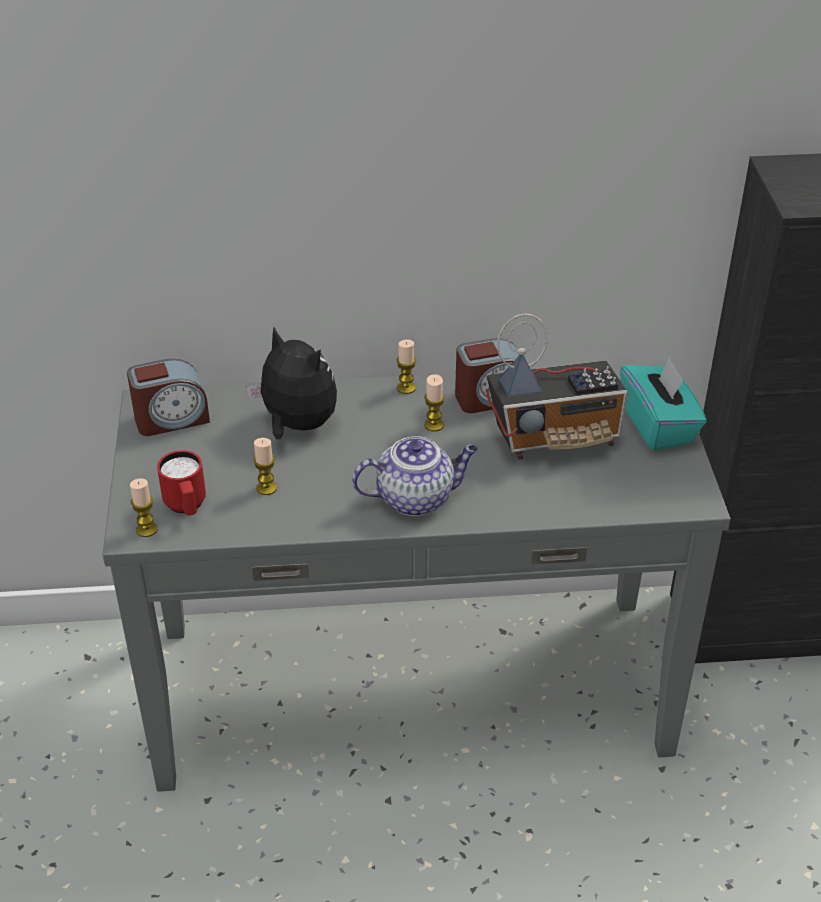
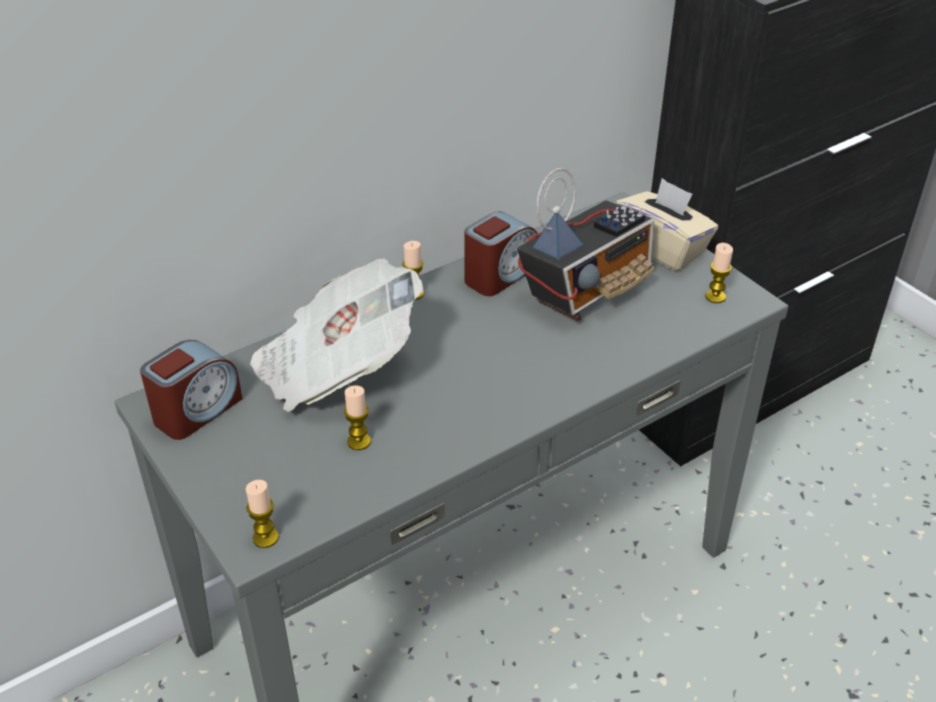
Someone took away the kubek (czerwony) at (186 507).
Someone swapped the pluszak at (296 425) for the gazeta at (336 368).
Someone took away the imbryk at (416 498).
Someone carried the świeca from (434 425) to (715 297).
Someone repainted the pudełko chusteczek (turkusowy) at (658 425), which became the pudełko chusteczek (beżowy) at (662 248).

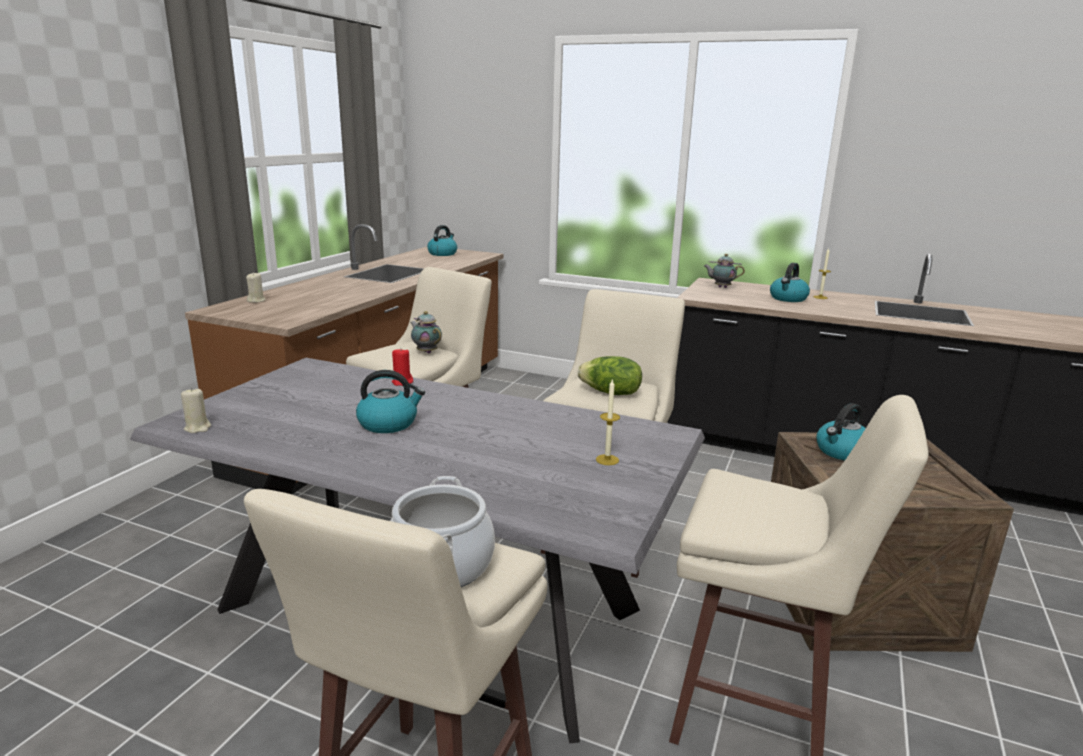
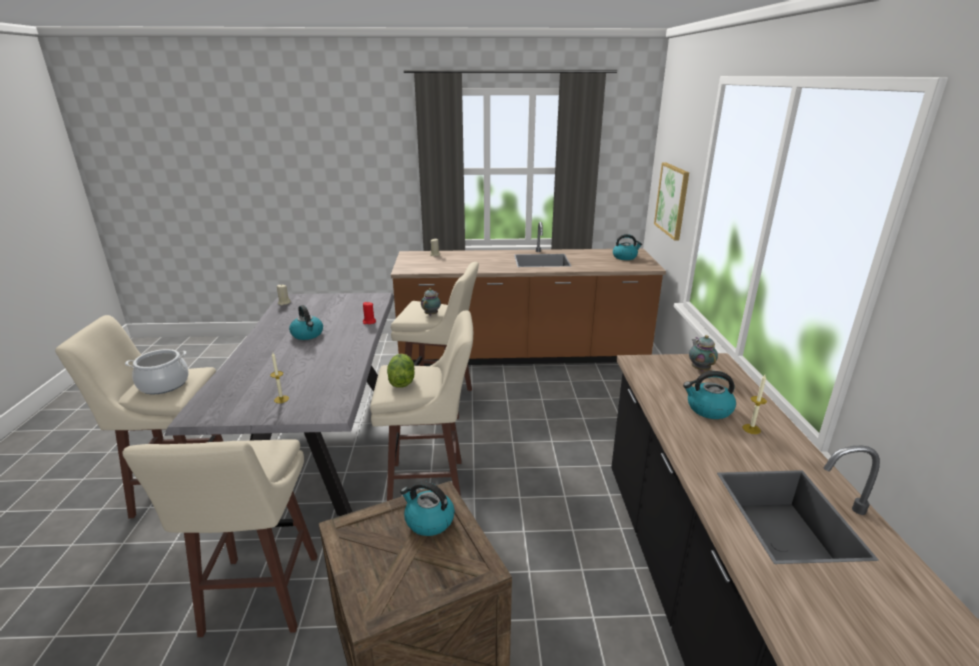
Someone put up the obraz at (672 200).

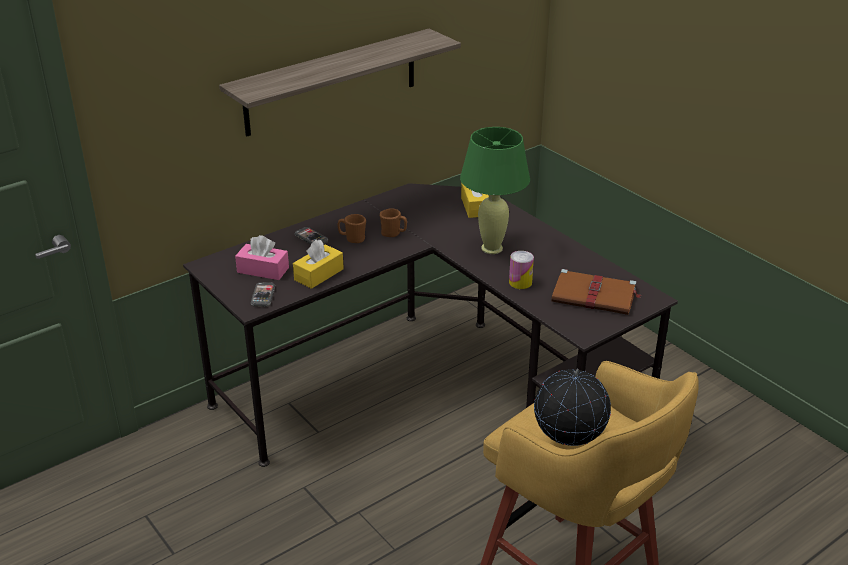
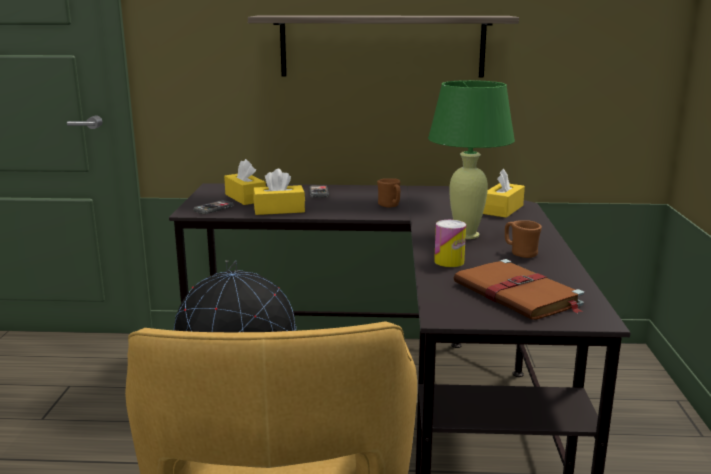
Someone repainted the pudełko chusteczek (różowy) at (263 270), which became the pudełko chusteczek (żółty) at (245 198).
Someone carried the kubek (brązowy) from (352 239) to (520 253).

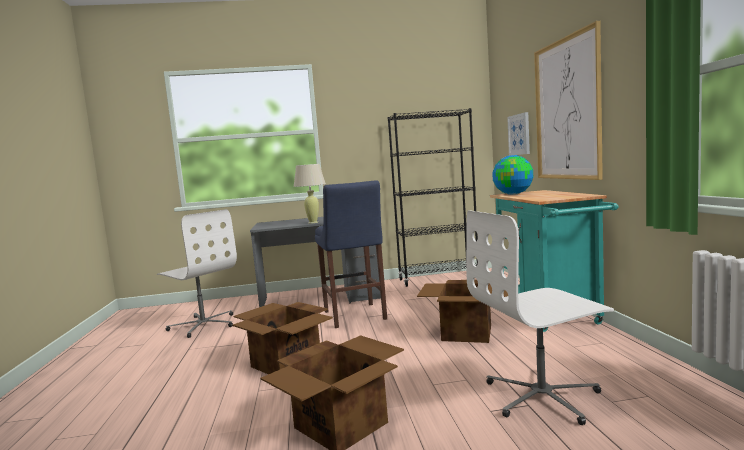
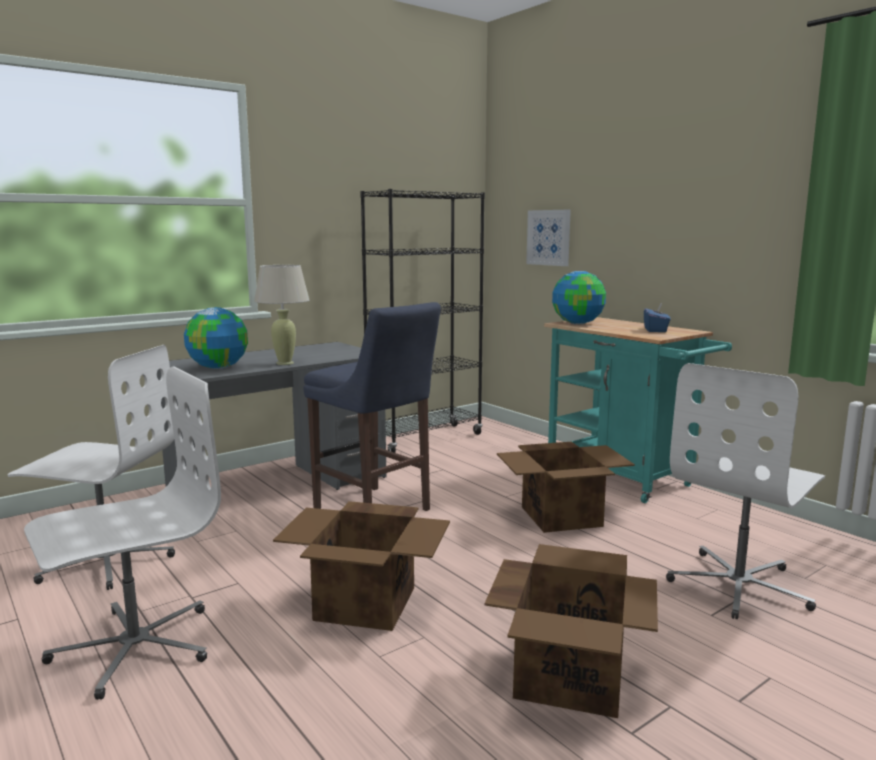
Someone took away the obraz at (567 109).
Someone put down the krzesło biurowe (biały) at (134 646).
Someone put down the globus at (218 367).
Someone put down the pudełko chusteczek (niebieski) at (655 330).

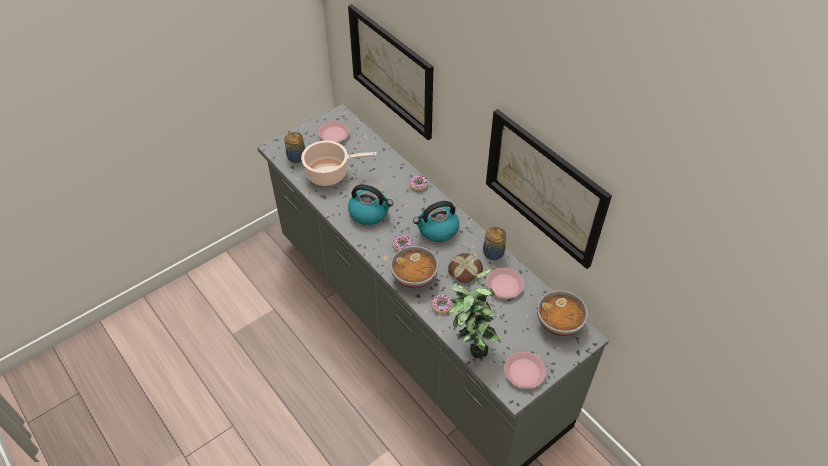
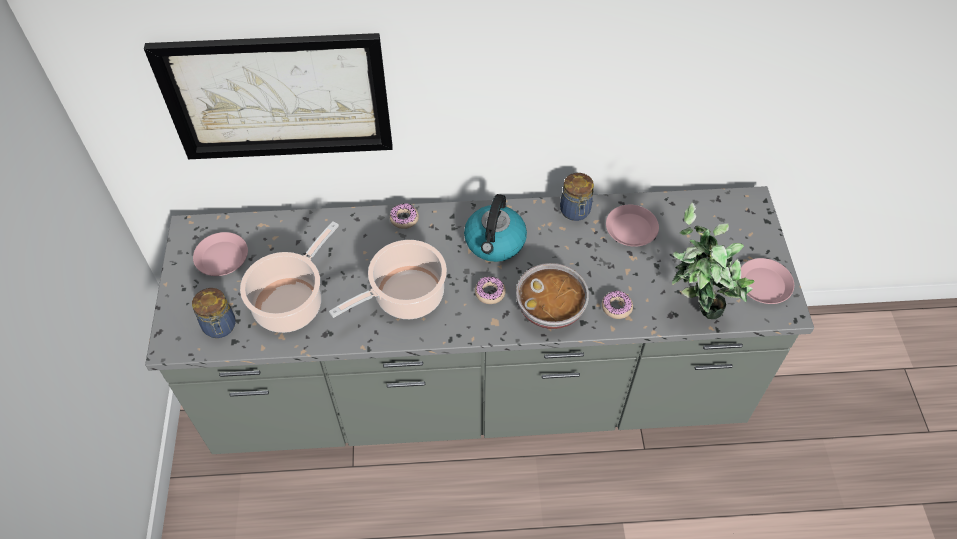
Someone swapped the czajnik at (369 213) for the garnek at (405 297).
Someone took away the chleb at (464 270).
Someone took away the obraz at (544 187).
Someone took away the miska at (559 323).

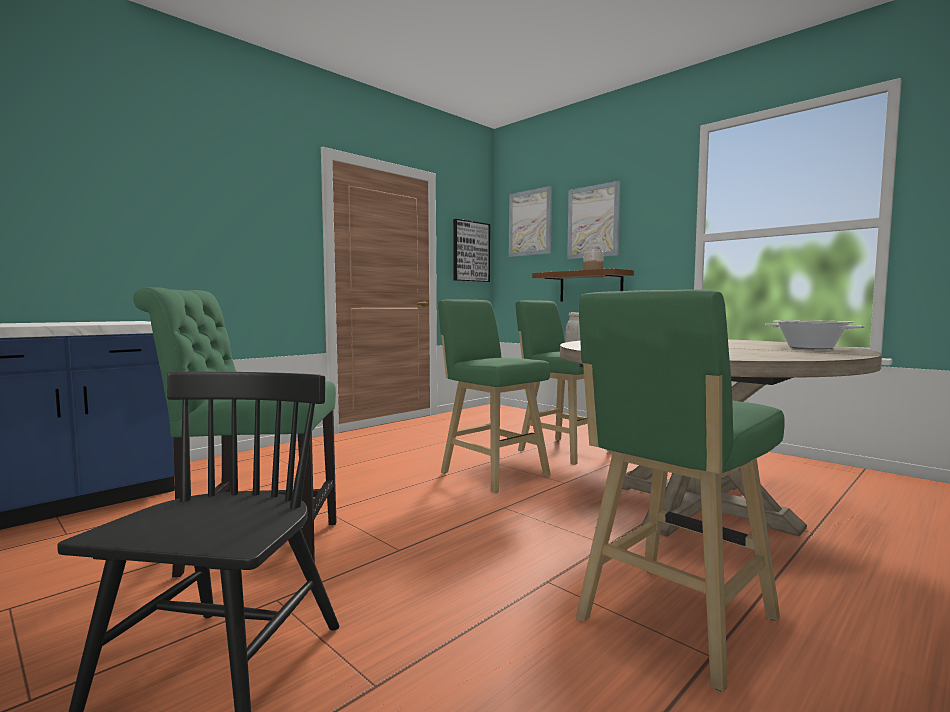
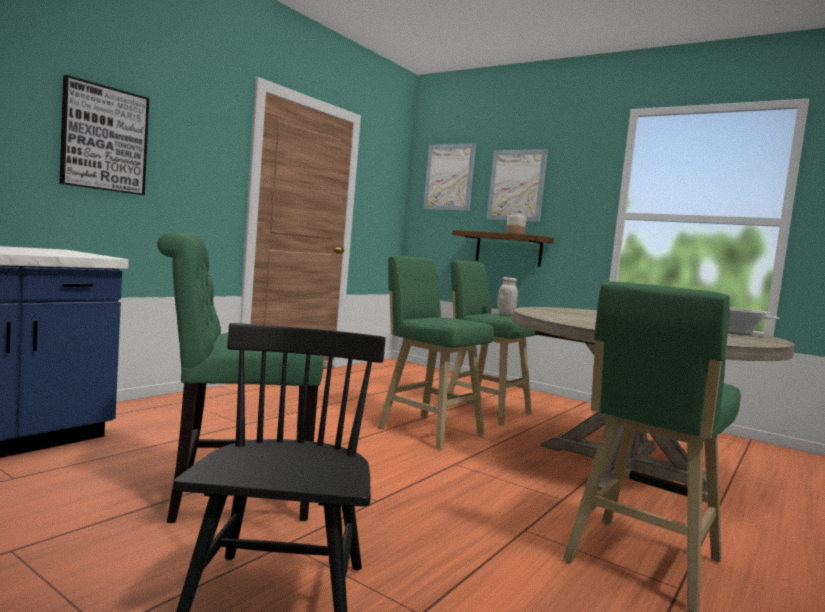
Someone carried the obraz from (470 251) to (104 139).

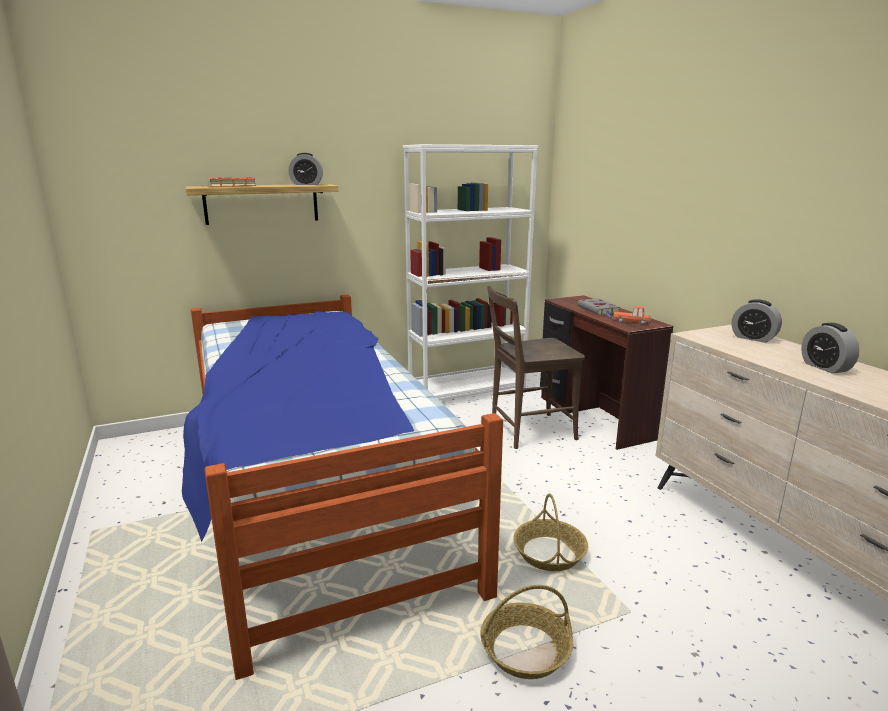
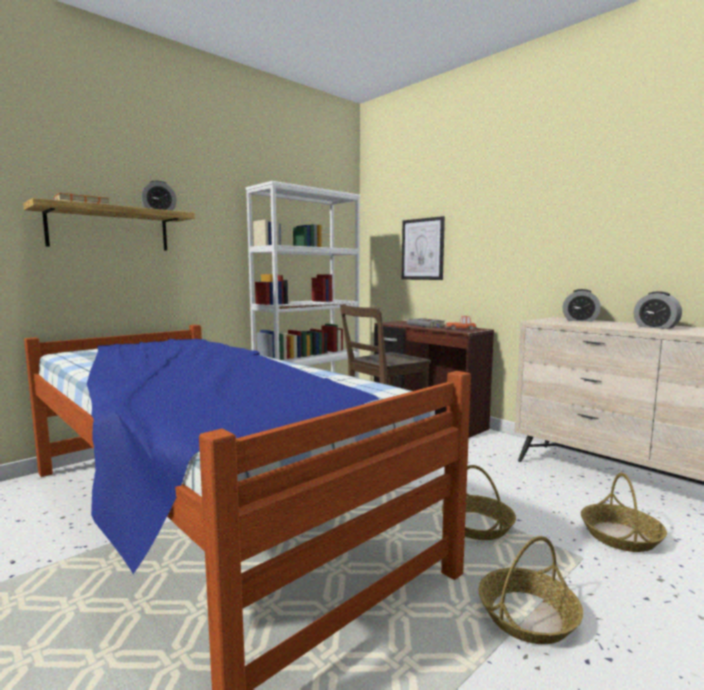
Someone put up the obraz at (422 249).
Someone put down the koszyk at (621 536).

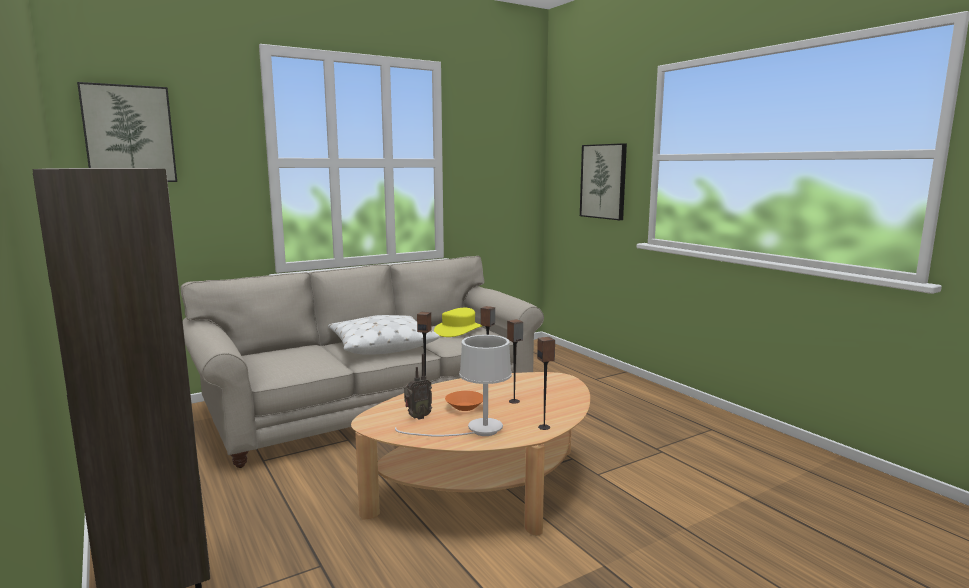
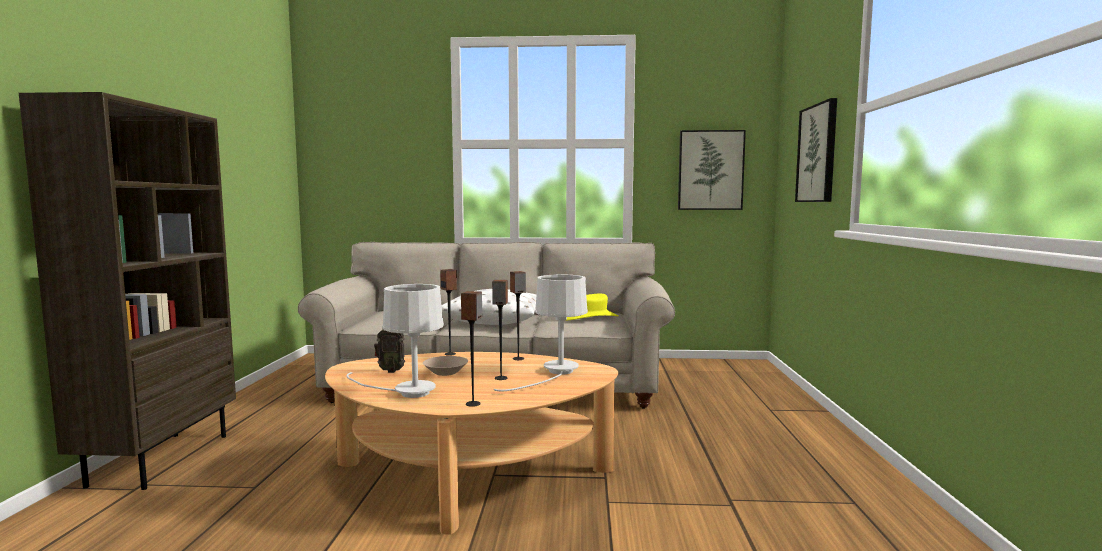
Someone carried the obraz from (129 134) to (710 170).
Someone repainted the miska (pomarańczowy) at (465 408), which became the miska (beżowy) at (446 373).
Someone put down the lampa stołowa (biały) at (556 373).

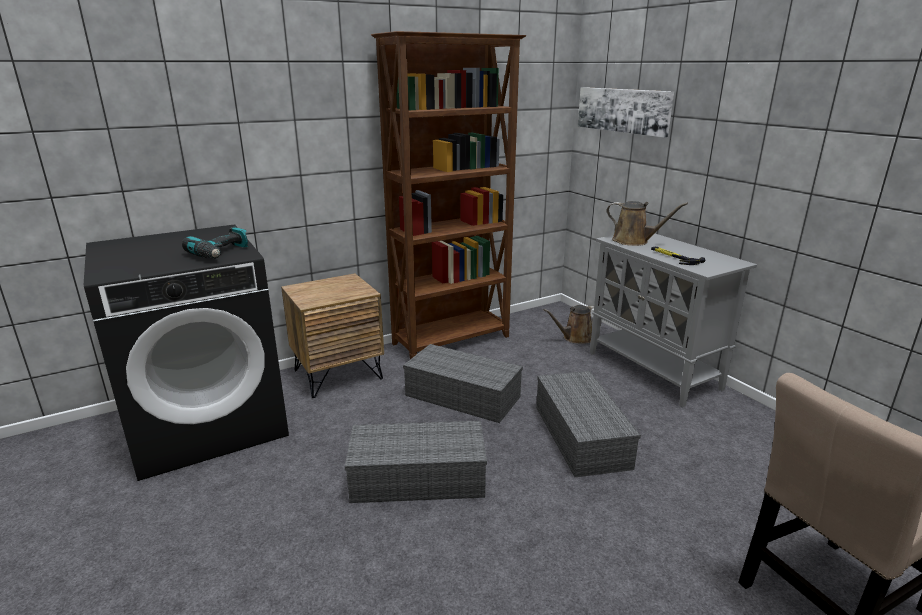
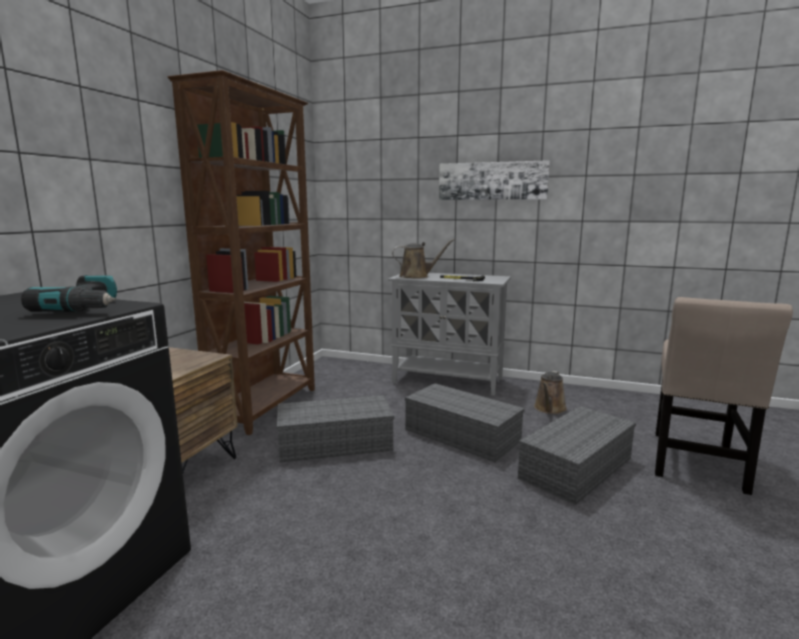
Someone carried the pojemnik do przechowywania (szary) from (420 476) to (576 466).
Someone carried the konewka (brązowy) from (575 338) to (549 409).
Someone carried the obraz from (623 110) to (492 181).

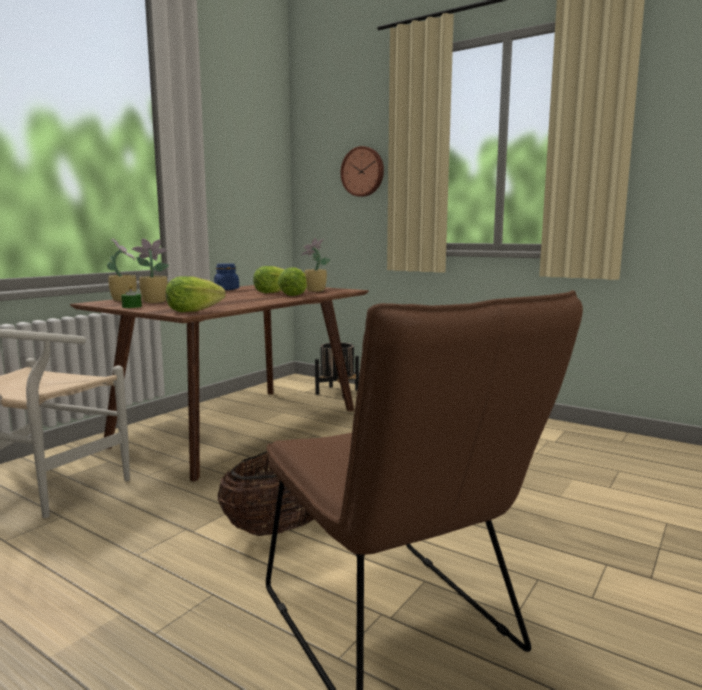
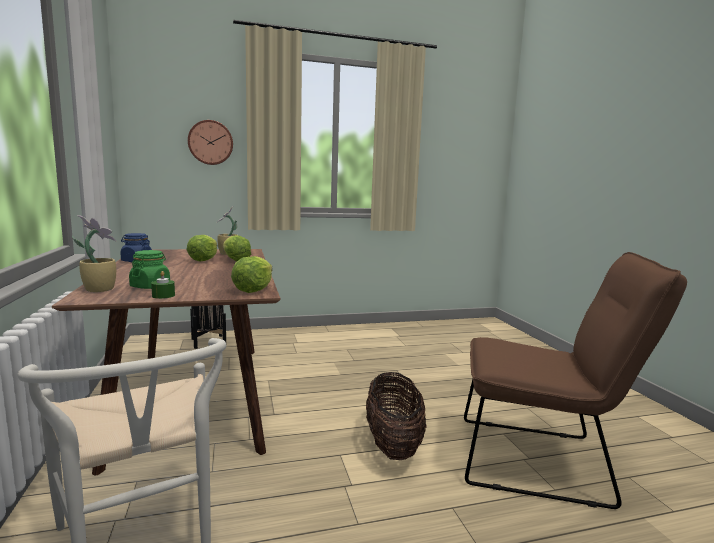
Someone swapped the roślina doniczkowa at (153 302) for the słoik (zielony) at (150 286).

